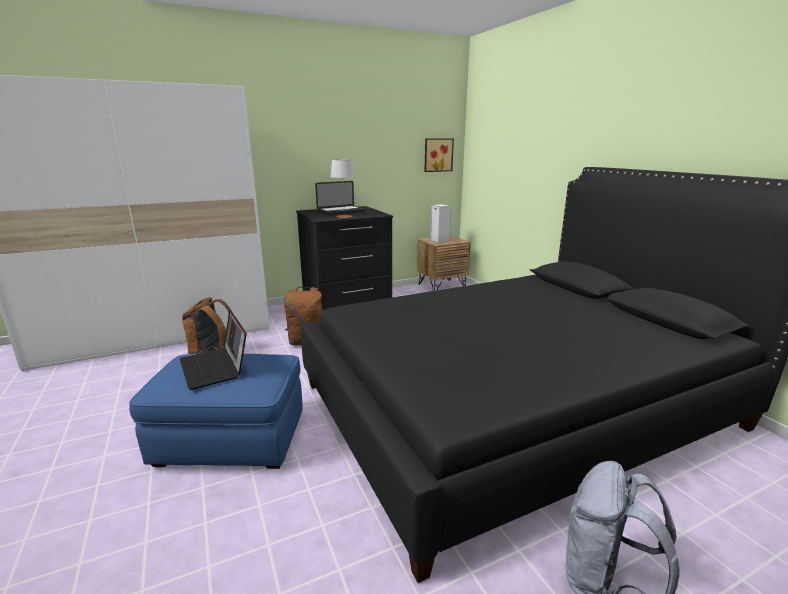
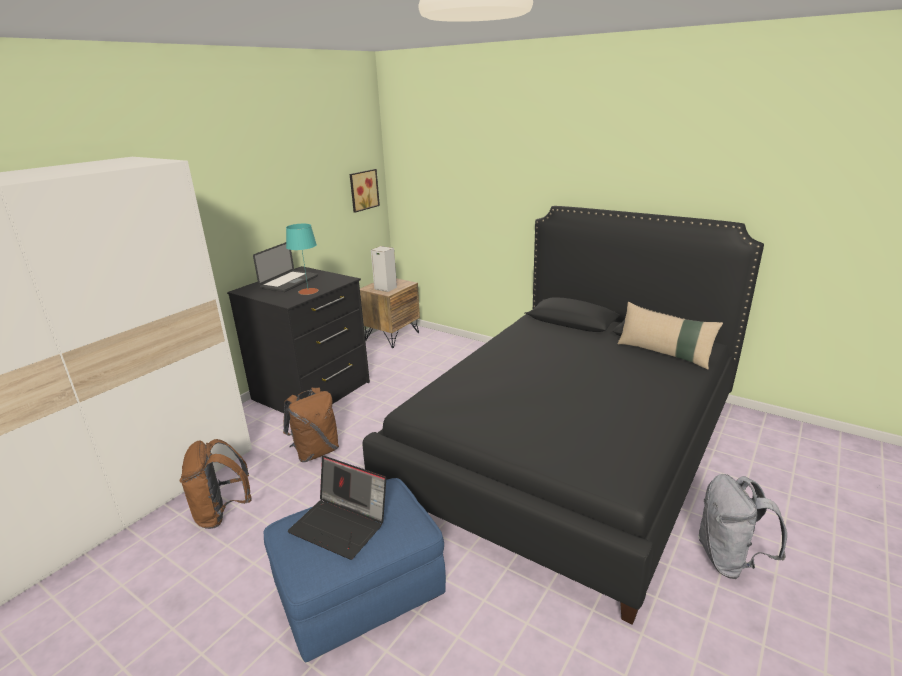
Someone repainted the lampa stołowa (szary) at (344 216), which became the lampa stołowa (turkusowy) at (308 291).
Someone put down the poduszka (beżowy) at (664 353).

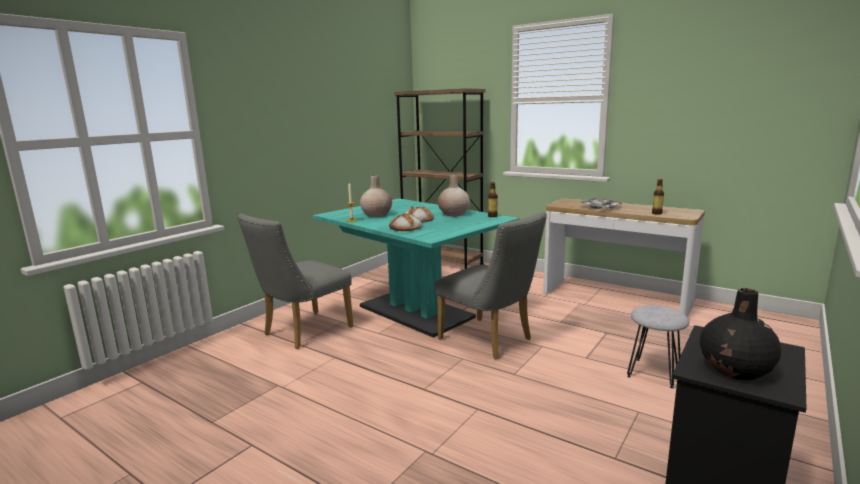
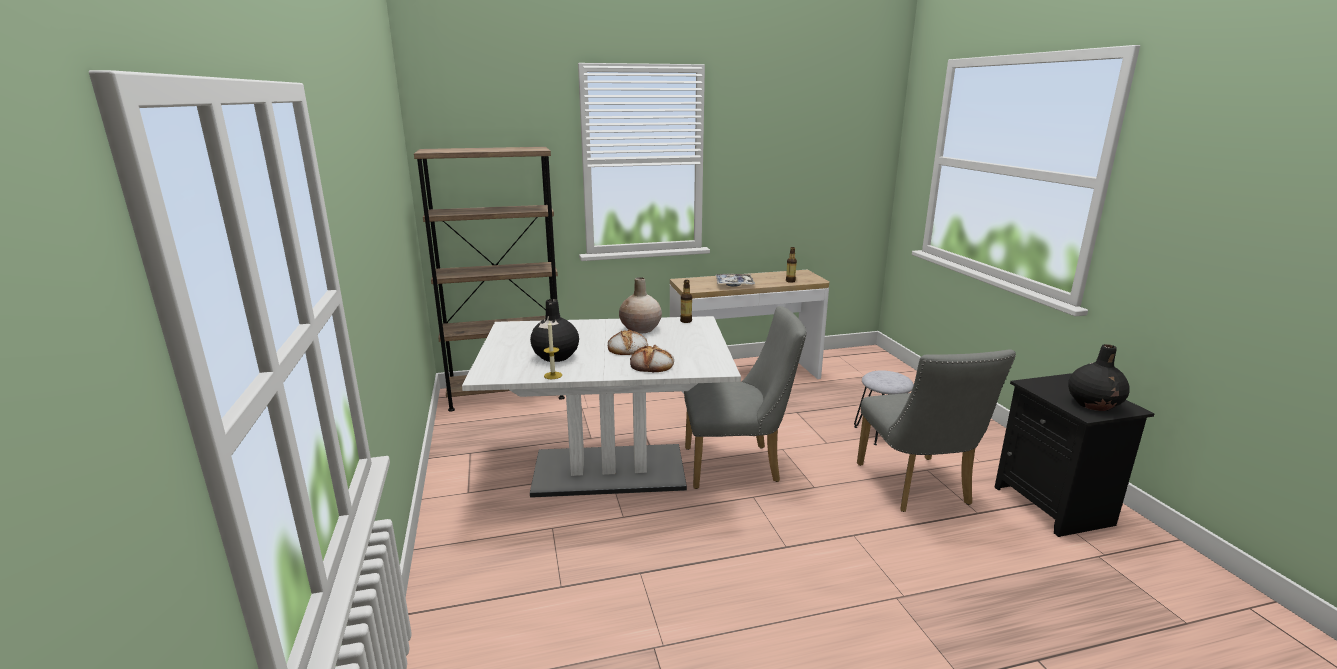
Someone carried the krzesło (szary) from (302 332) to (917 489).
Someone repainted the stół jadalny (turkusowy) at (415 312), which became the stół jadalny (biały) at (609 471).
Someone repainted the wazon (beżowy) at (376 214), which became the wazon (czarny) at (555 356).

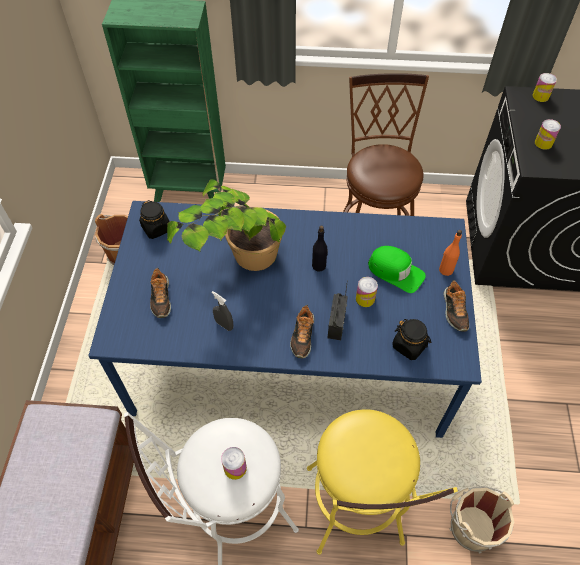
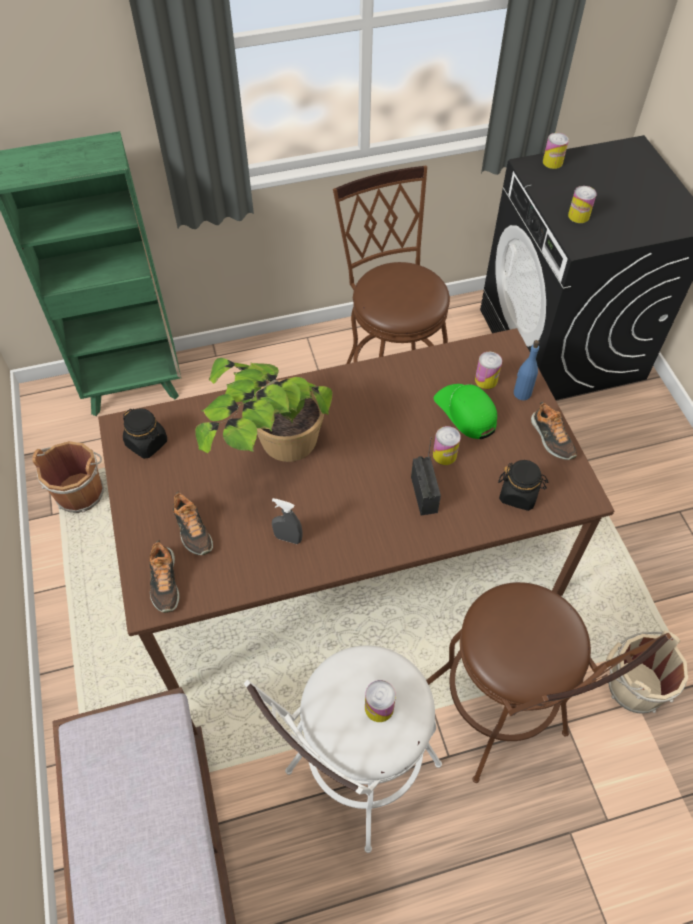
Someone repainted the stół jadalny (niebieski) at (291 352), which became the stół jadalny (brązowy) at (346 553).
Someone carried the but from (302 336) to (164 582).
Someone repainted the stołek (żółty) at (355 515), which became the stołek (brązowy) at (500 720).
Someone took away the butelka (czarny) at (319 265).
Someone rotated the czapka z daszkiem (zielony) at (395 271) by 135 degrees counterclockwise.
Someone repainted the butelka (pomarańczowy) at (446 269), which became the butelka (niebieski) at (522 393).
Someone put down the puszka at (486 380).

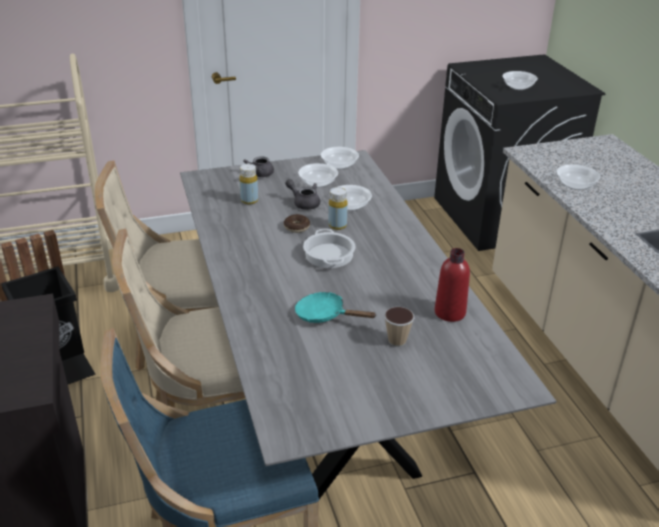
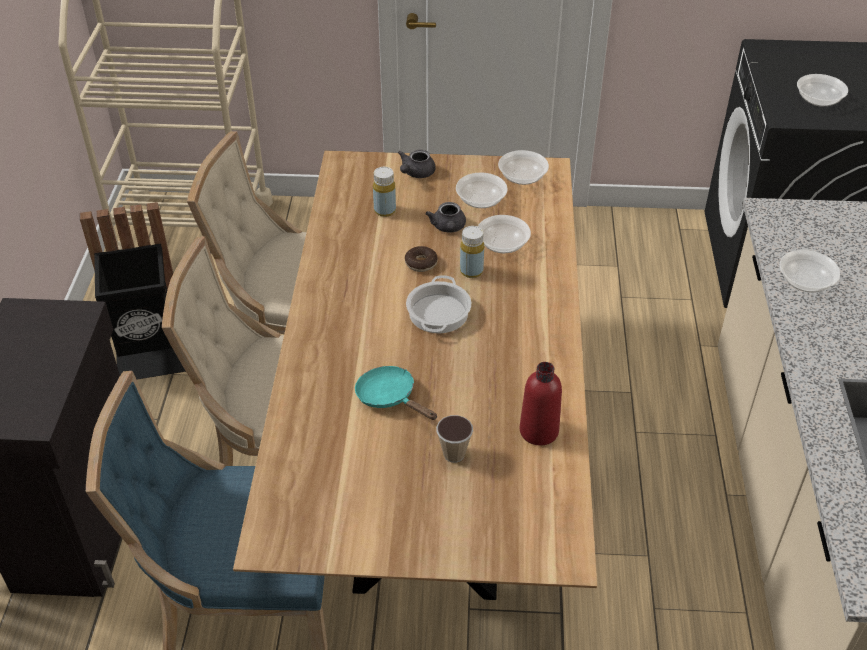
Someone repainted the stół jadalny (szary) at (327 396), which became the stół jadalny (brązowy) at (433 466).
Someone rotated the imbryk (szary) at (304 203) by 150 degrees counterclockwise.

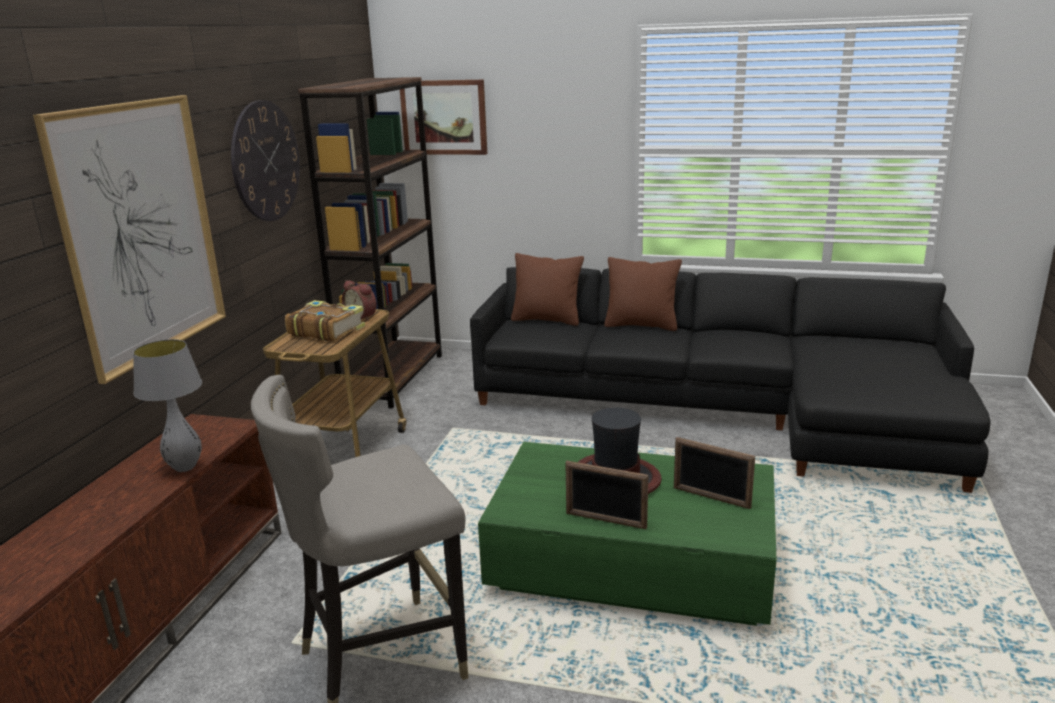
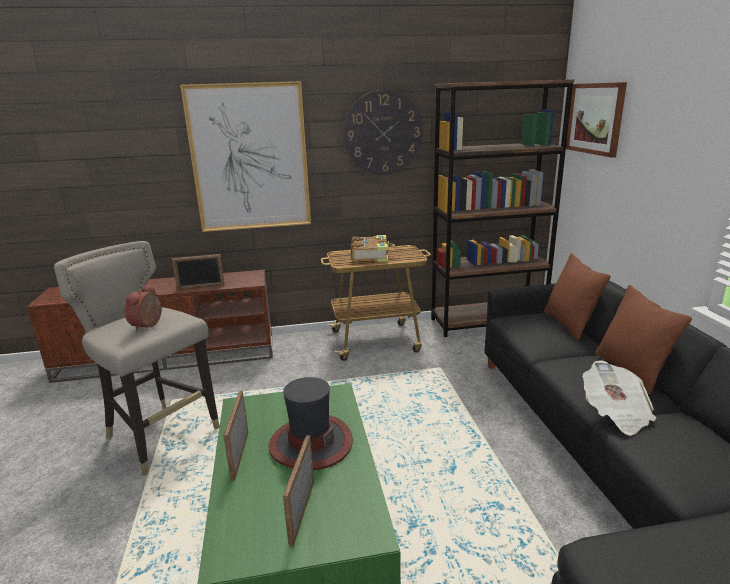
Someone swapped the lampa stołowa (szary) at (185 468) for the ramka na zdjęcie at (201 287).
Someone carried the budzik from (362 317) to (149 325).
Someone put down the gazeta at (615 413).

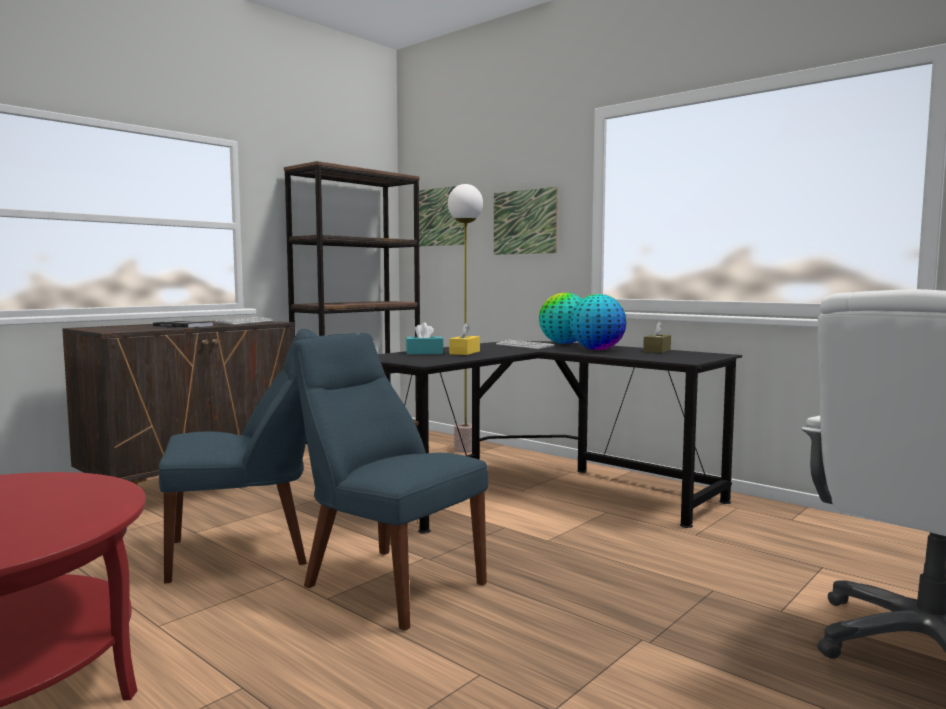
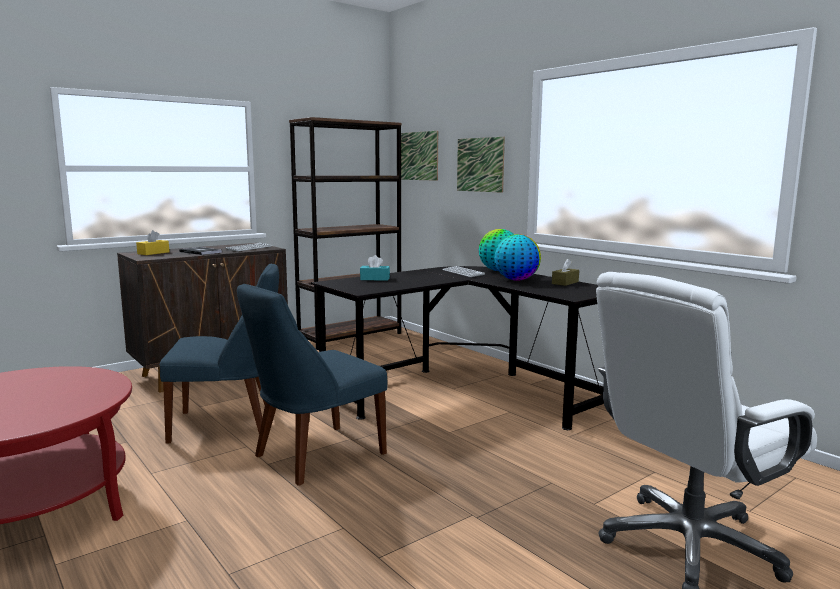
Someone rotated the krzesło (niebieski) at (388 583) by 90 degrees counterclockwise.
Someone took away the lampa stojąca at (466 449).
Someone carried the pudełko chusteczek (żółty) from (464 352) to (153 253).

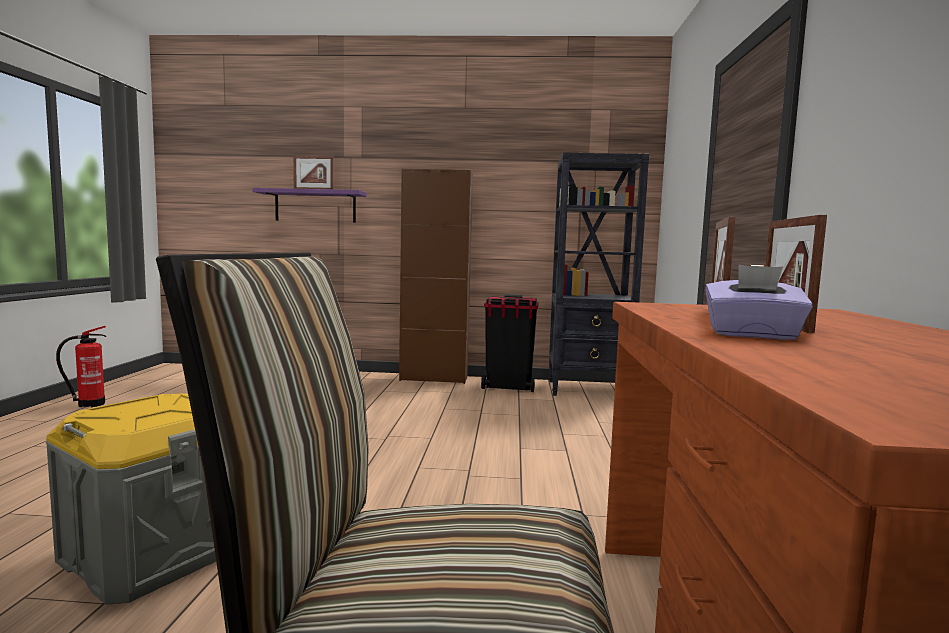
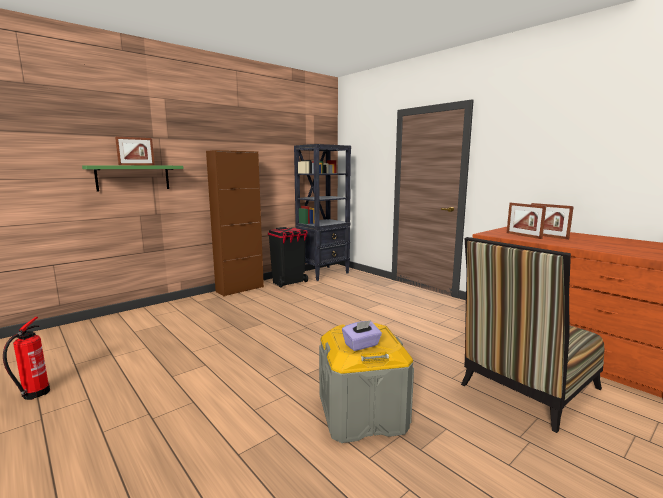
Someone repainted the półka (fioletowy) at (315 206), which became the półka (zielony) at (133 177).
Someone carried the pudełko chusteczek (fioletowy) from (752 335) to (361 345).

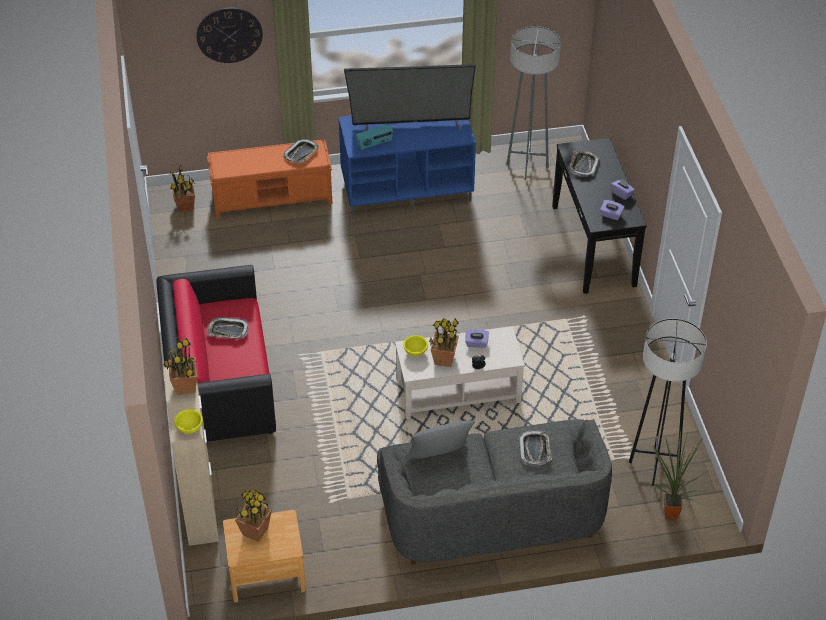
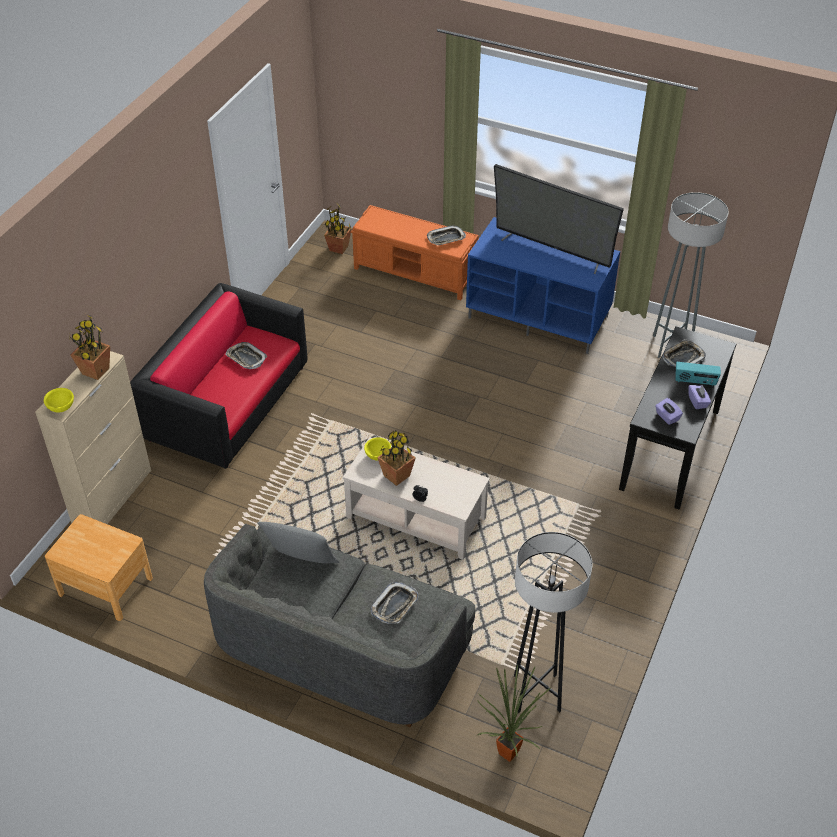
Someone took away the zegar ścienny at (229 34).
Someone took away the roślina doniczkowa at (255 531).
Someone carried the radio from (374 144) to (695 381).
Someone took away the pudełko chusteczek (fioletowy) at (476 343).

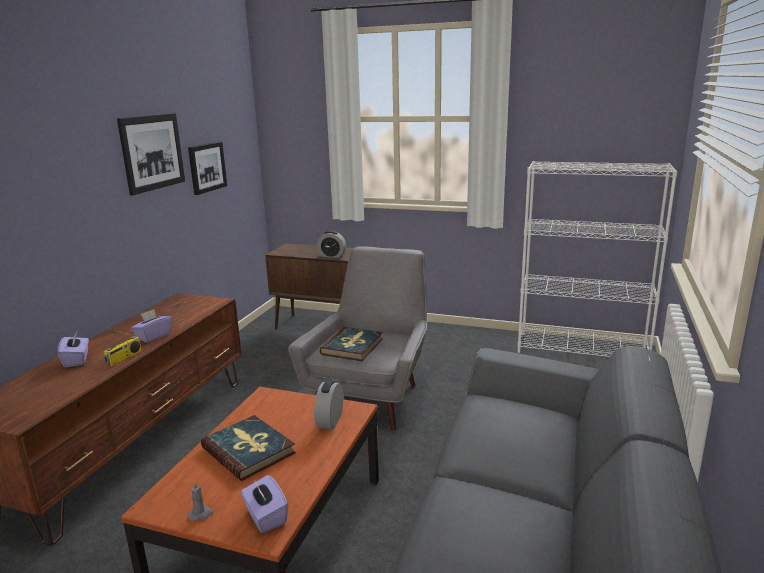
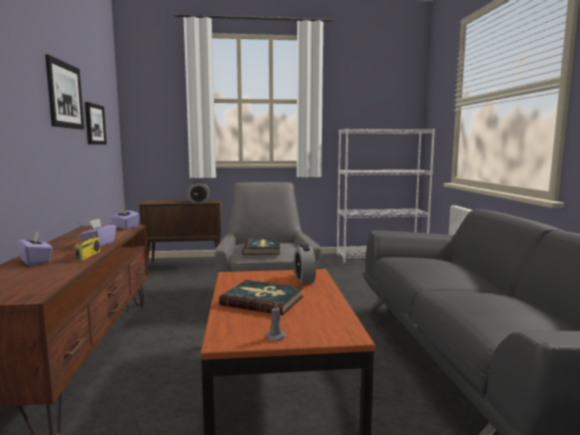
Someone carried the pudełko chusteczek (fioletowy) from (265 517) to (125 227).

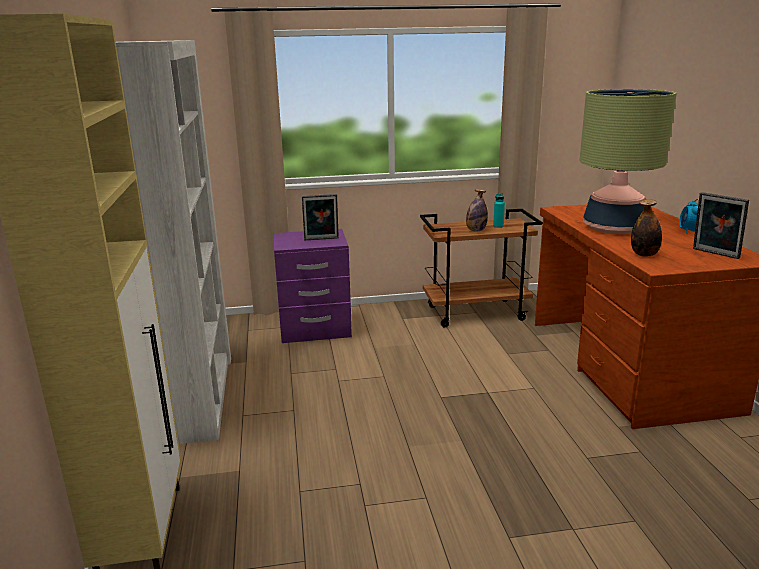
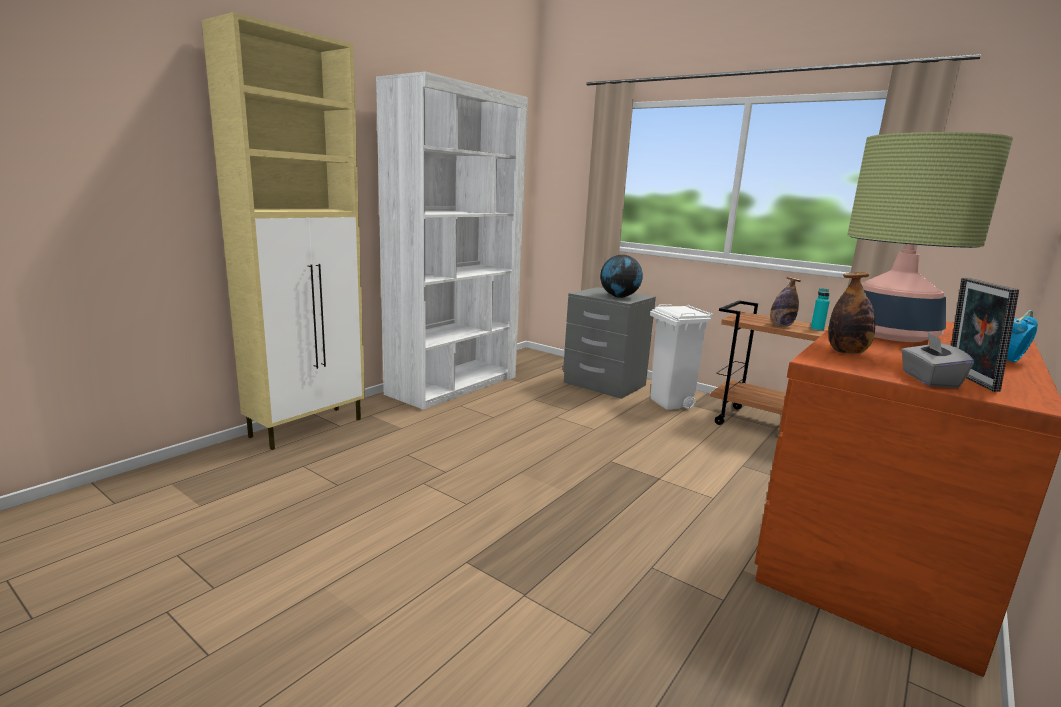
Someone repainted the szafka nocna (fioletowy) at (315 329), which became the szafka nocna (szary) at (603 384).
Someone swapped the ramka na zdjęcie at (321 239) for the globus at (619 296).
Someone put down the kosz na śmieci (biały) at (671 403).
Someone put down the pudełko chusteczek (szary) at (929 380).

